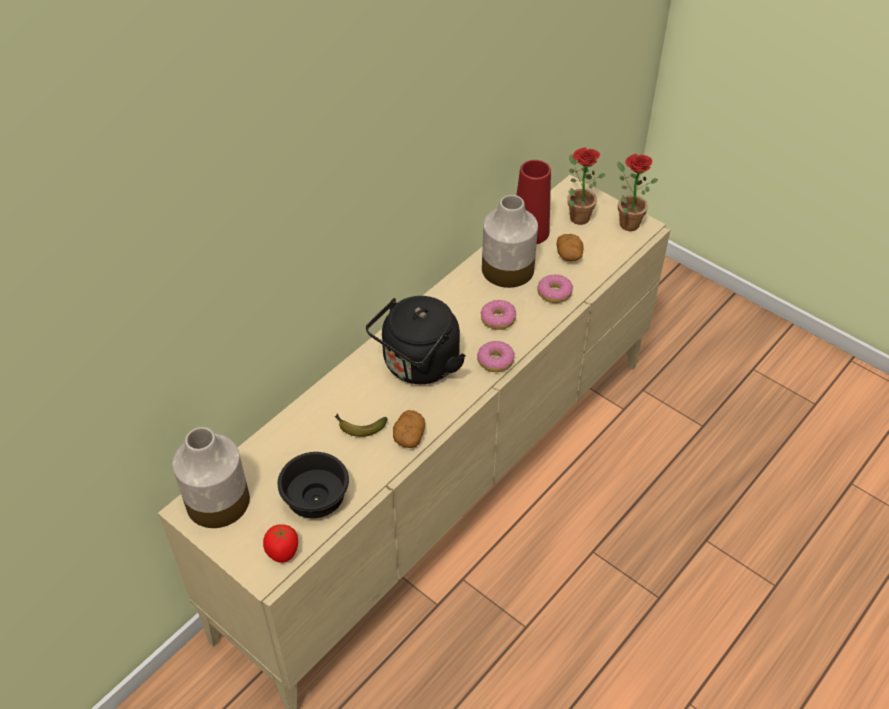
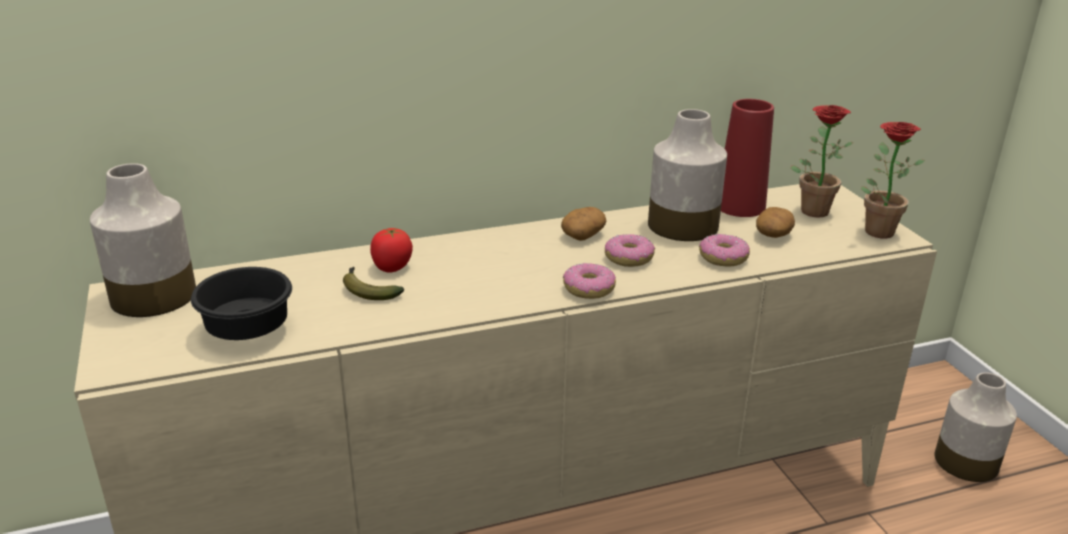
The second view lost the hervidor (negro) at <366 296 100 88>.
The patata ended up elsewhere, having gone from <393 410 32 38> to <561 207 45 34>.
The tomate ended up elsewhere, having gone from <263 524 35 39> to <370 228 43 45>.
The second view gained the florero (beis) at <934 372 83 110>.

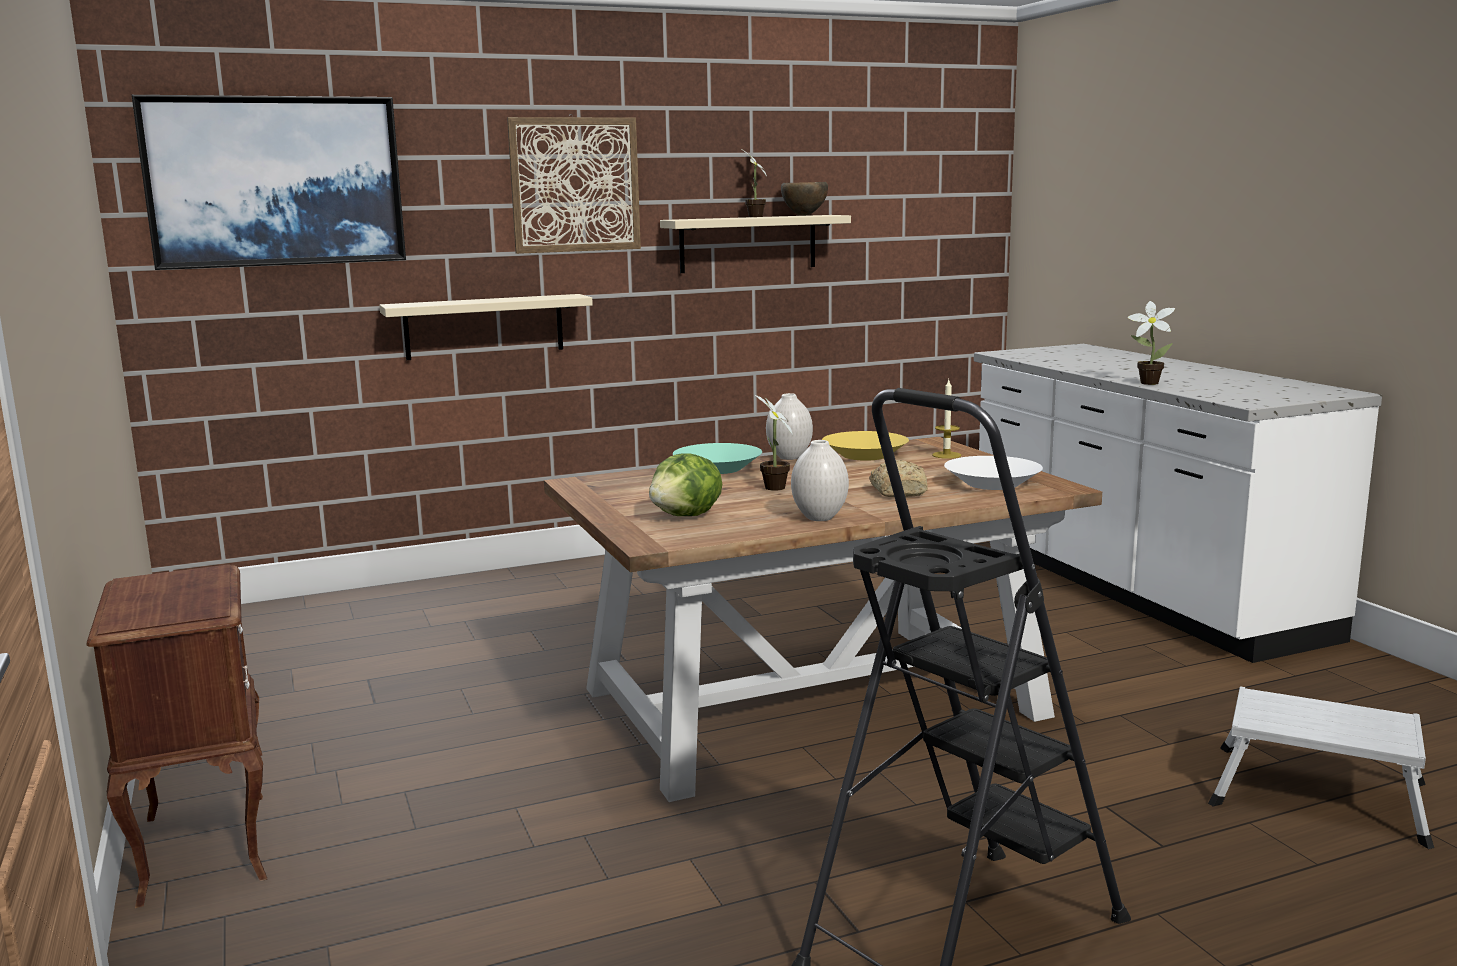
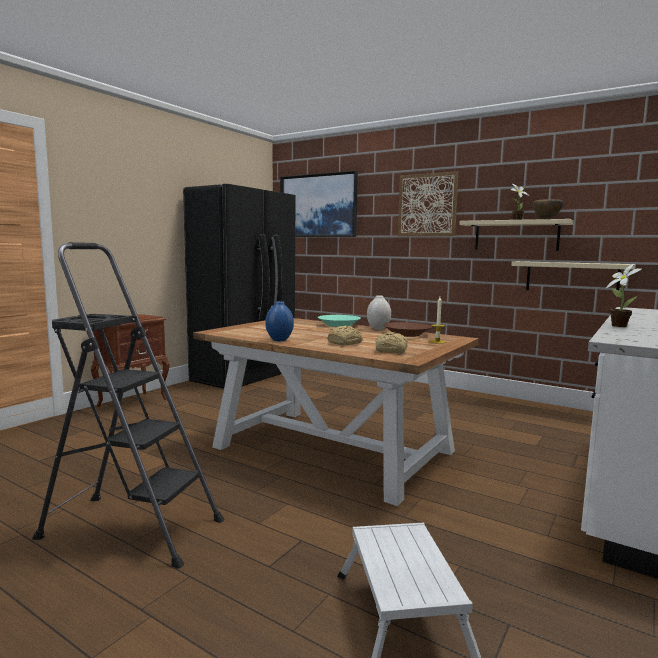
The estante (beis) ended up elsewhere, having gone from <379 294 214 66> to <511 261 125 29>.
The second view lost the planta en maceta at <755 395 38 96>.
What was the cuenco (amarillo) at <822 431 87 30> turned into the cuenco (marrón) at <384 322 48 15>.
What was the florero (blanco) at <791 440 58 81> turned into the florero (azul) at <265 301 29 40>.
The second view lost the lechuga at <649 453 73 63>.
Where the cuenco (blanco) stood at <944 456 99 34>, the pan came to stand at <375 332 32 22>.
The second view gained the nevera (negro) at <183 184 113 205>.

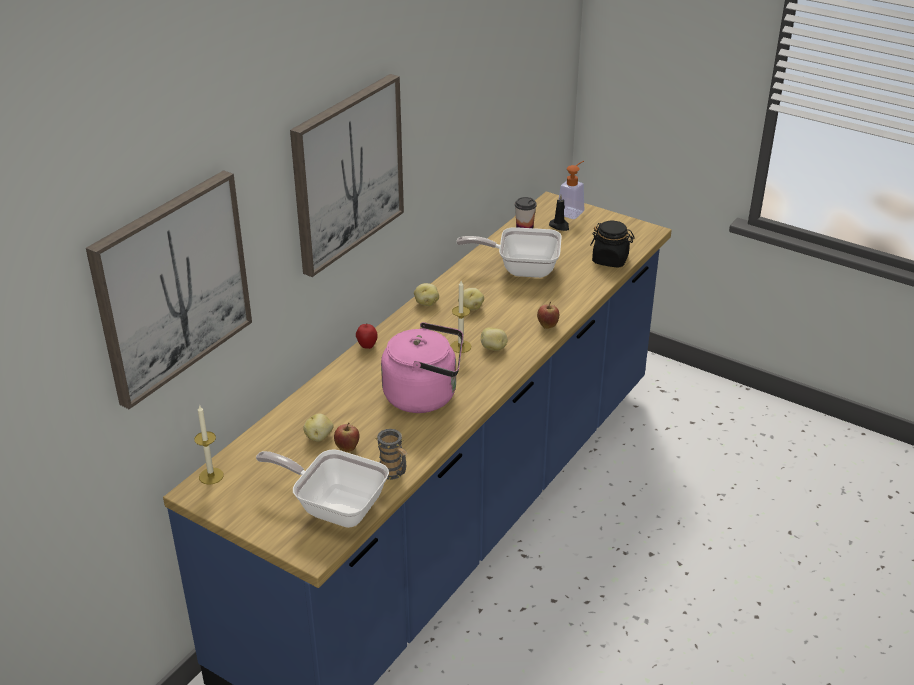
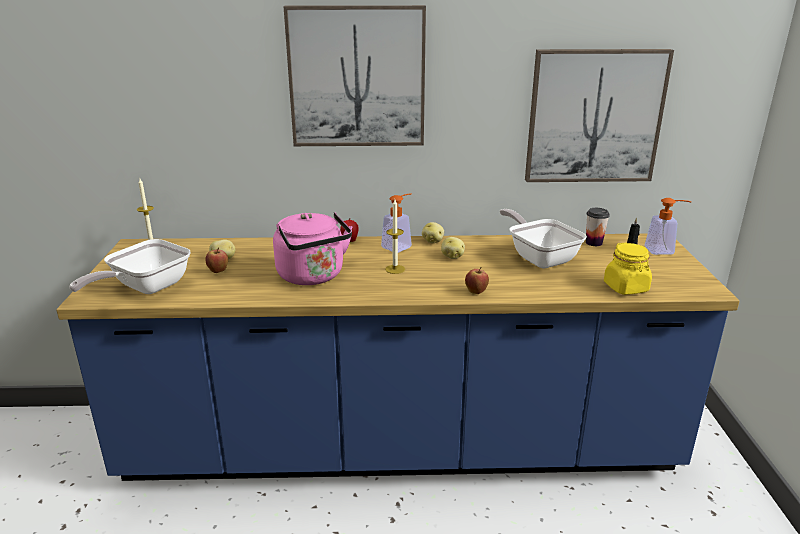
The cuadro ended up elsewhere, having gone from <86 170 166 239> to <525 49 149 133>.
What was the tarro (negro) at <590 221 45 47> turned into the tarro (amarillo) at <604 242 48 53>.
The second view lost the patata at <481 327 27 24>.
The second view lost the taza grande at <375 429 32 51>.
The sartén at <256 449 133 79> ended up facing another way, 135 degrees counterclockwise from before.
The second view gained the dispensador de jabón at <381 193 31 60>.

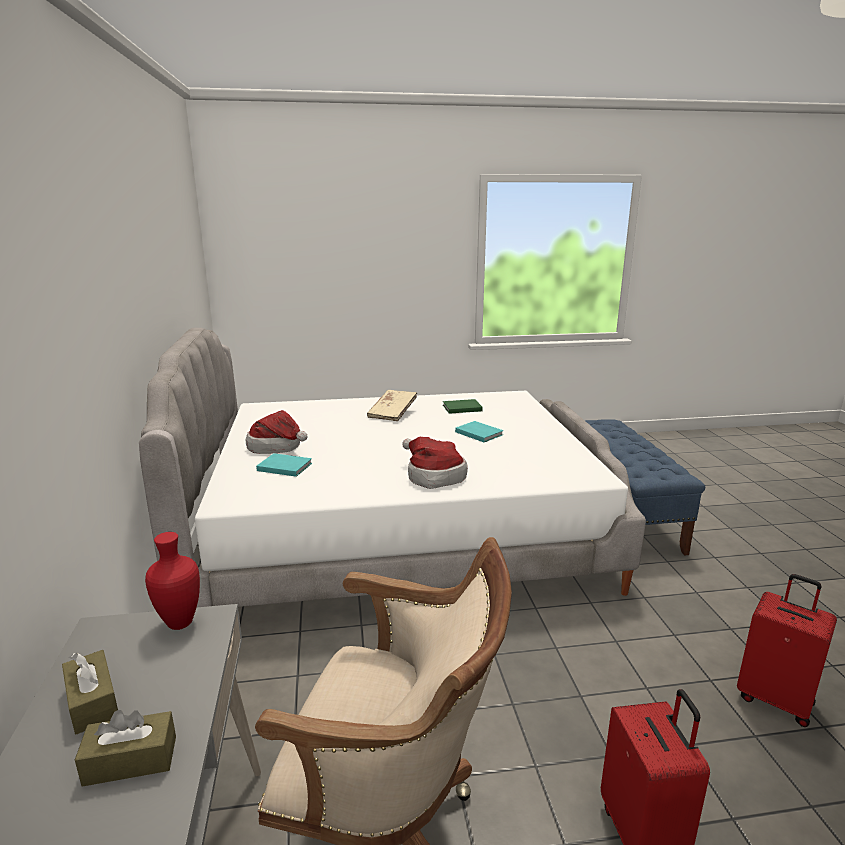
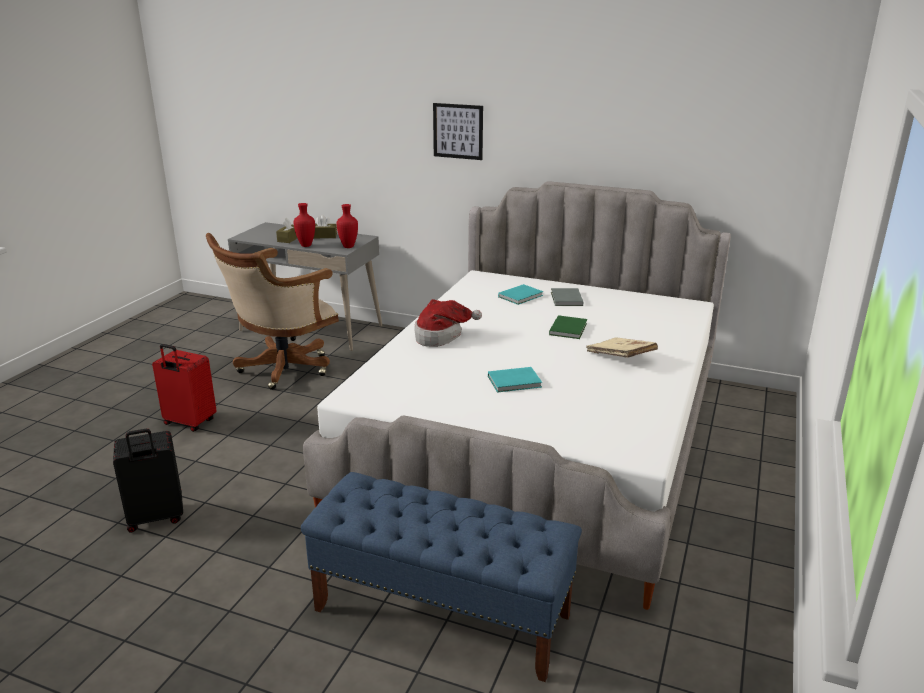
The libro (verde) ended up elsewhere, having gone from <443 399 40 15> to <549 315 38 24>.
Where the sombrero stood at <246 410 61 44>, the libro (gris) came to stand at <551 288 32 18>.
What was the maleta (rojo) at <737 574 100 153> turned into the maleta (negro) at <113 429 70 104>.
The second view gained the cuadro at <433 103 50 57>.
The second view gained the florero (rojo) at <294 203 21 44>.

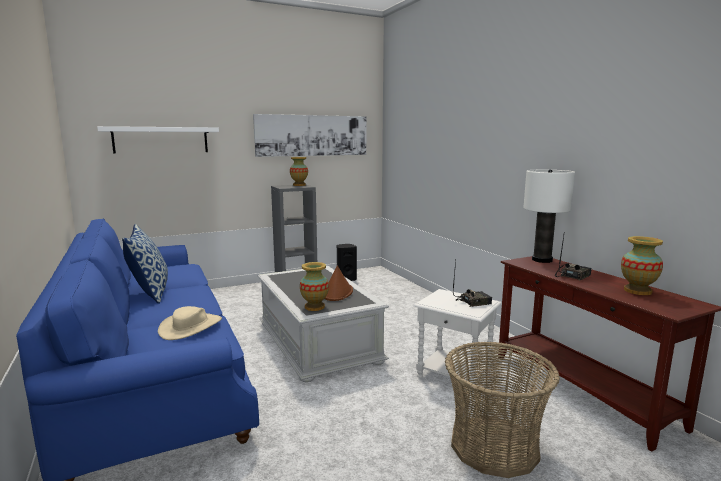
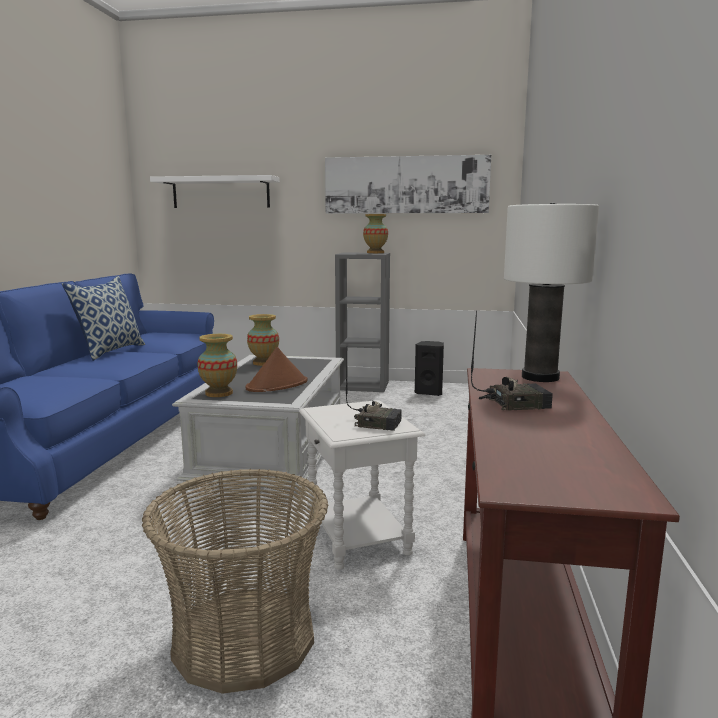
The florero ended up elsewhere, having gone from <621 236 42 59> to <247 314 32 52>.
The second view lost the sombrero (beis) at <158 306 64 34>.

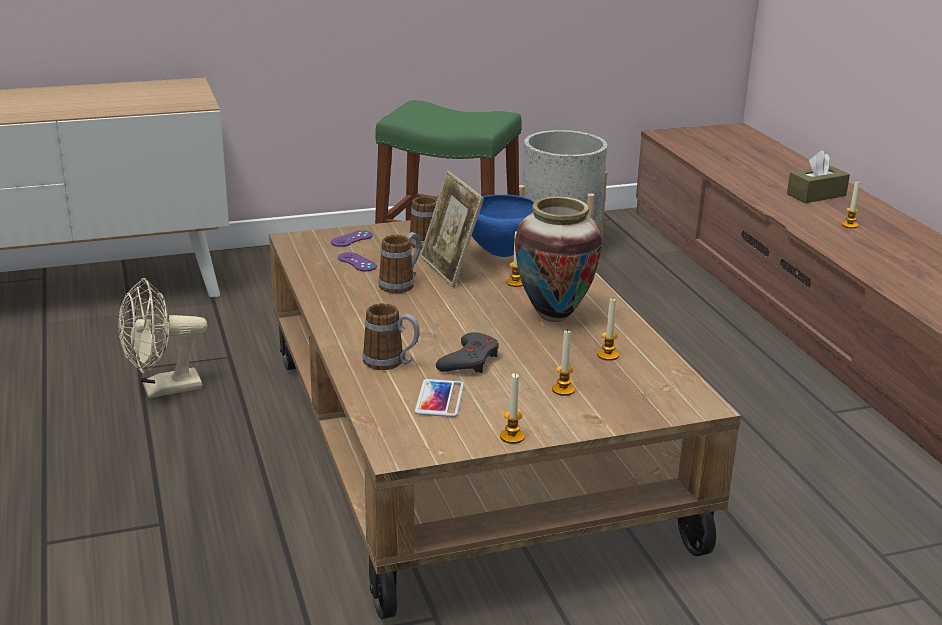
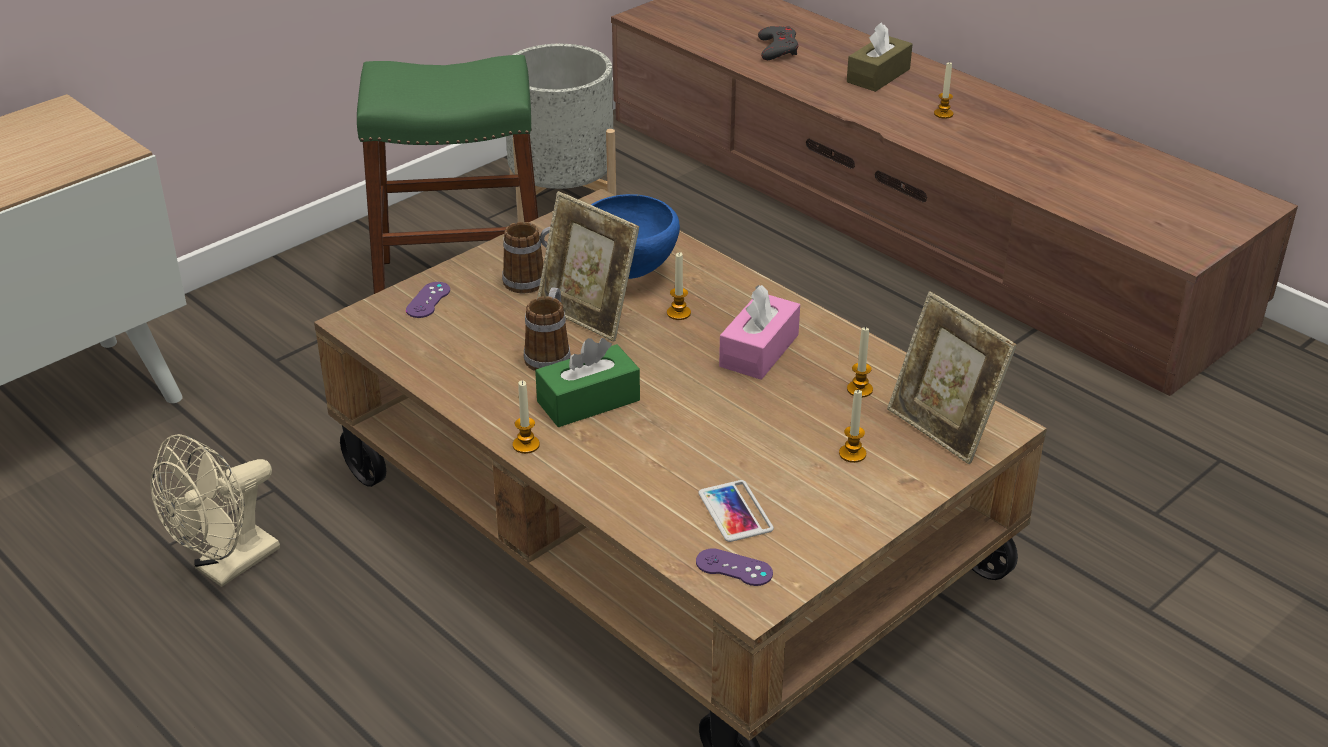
Where the florero stood at <515 196 87 126>, the caja de pañuelos (rosa) came to stand at <719 285 81 95>.
The mando de consola (morado) ended up elsewhere, having gone from <338 252 39 19> to <696 548 77 38>.
The second view lost the taza grande at <362 303 58 67>.
The mando de consola (gris) ended up elsewhere, having gone from <436 332 63 41> to <758 26 41 34>.
The vela ended up elsewhere, having gone from <500 373 25 71> to <513 380 27 74>.
The second view gained the portarretratos at <887 292 130 172>.
The second view gained the caja de pañuelos (verde) at <535 338 105 89>.

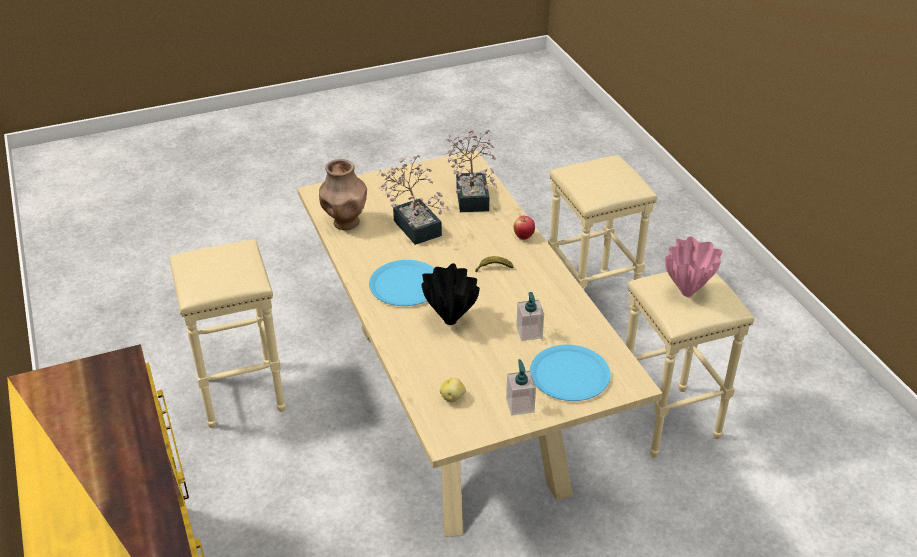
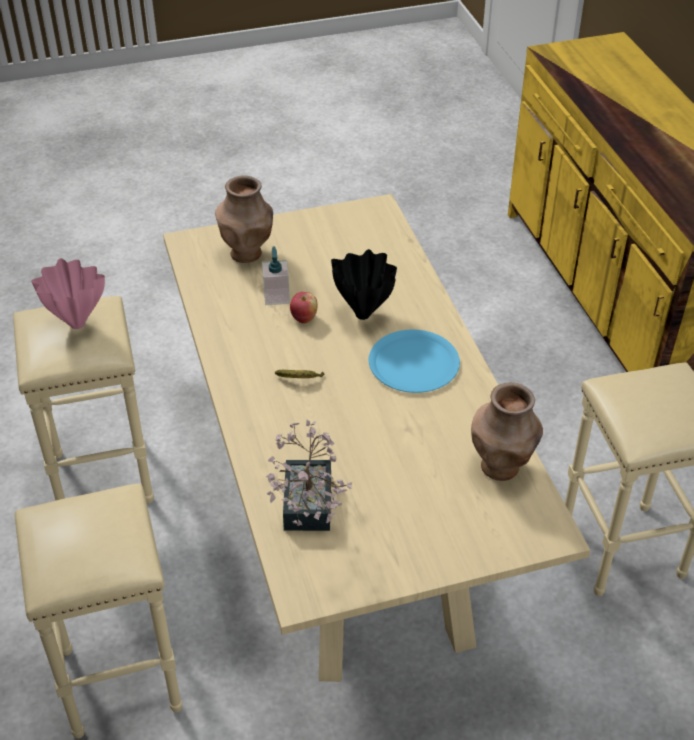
The second view lost the planta en maceta at <377 155 73 90>.
The manzana ended up elsewhere, having gone from <514 216 21 24> to <290 292 27 32>.
Where the plato (azul) stood at <530 345 81 56>, the florero (marrón) came to stand at <215 175 58 88>.
The second view lost the dispensador de jabón at <506 359 30 56>.
The second view lost the patata at <440 378 26 24>.

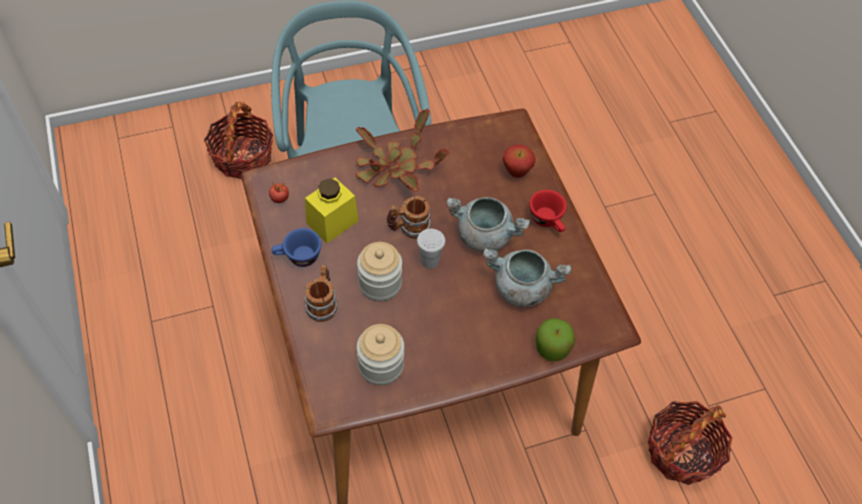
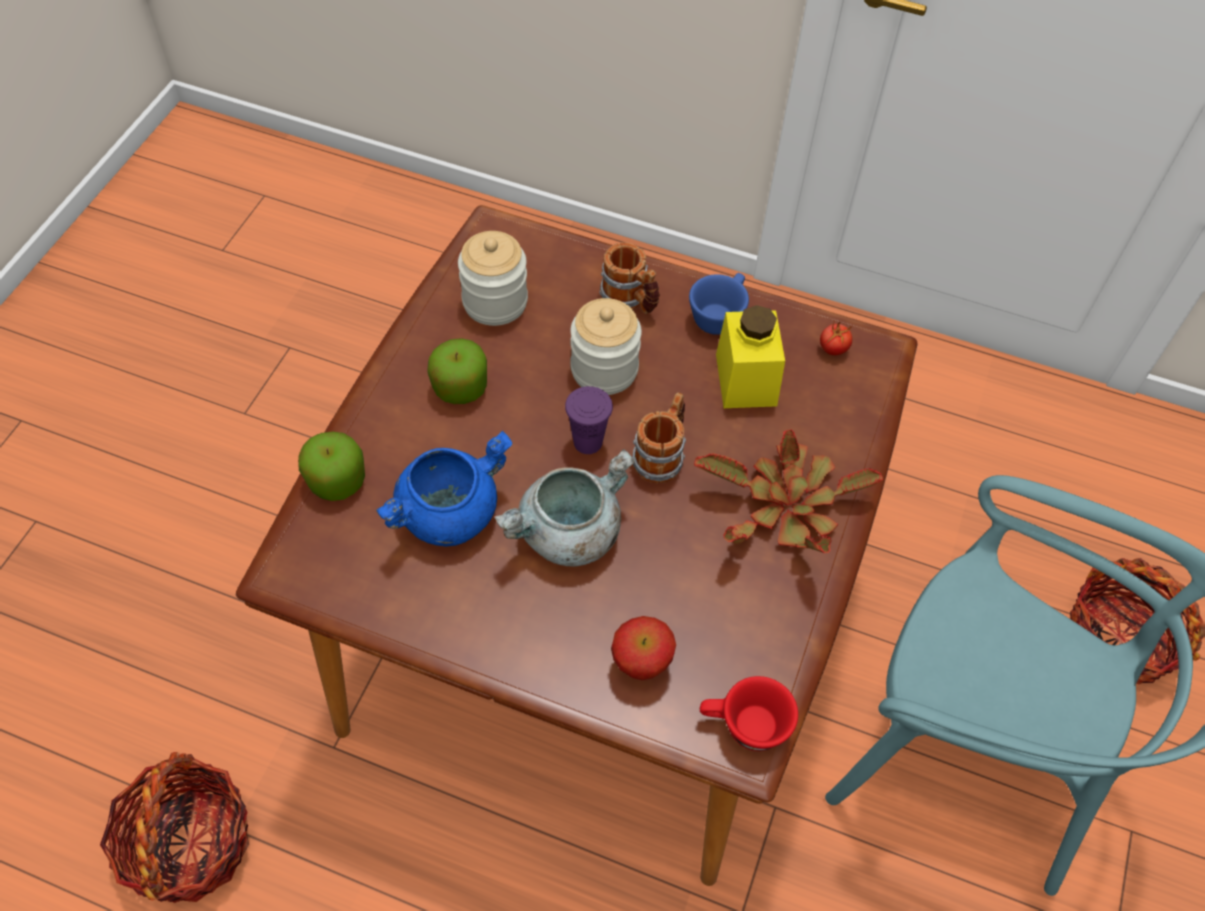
The taza (rojo) ended up elsewhere, having gone from <530 190 37 42> to <700 676 98 75>.
What was the taza (blanco) at <417 229 28 40> turned into the taza (morado) at <565 386 48 68>.
What was the olla (gris) at <483 248 88 59> turned into the olla (azul) at <376 431 136 116>.
The second view gained the manzana at <427 338 60 66>.

